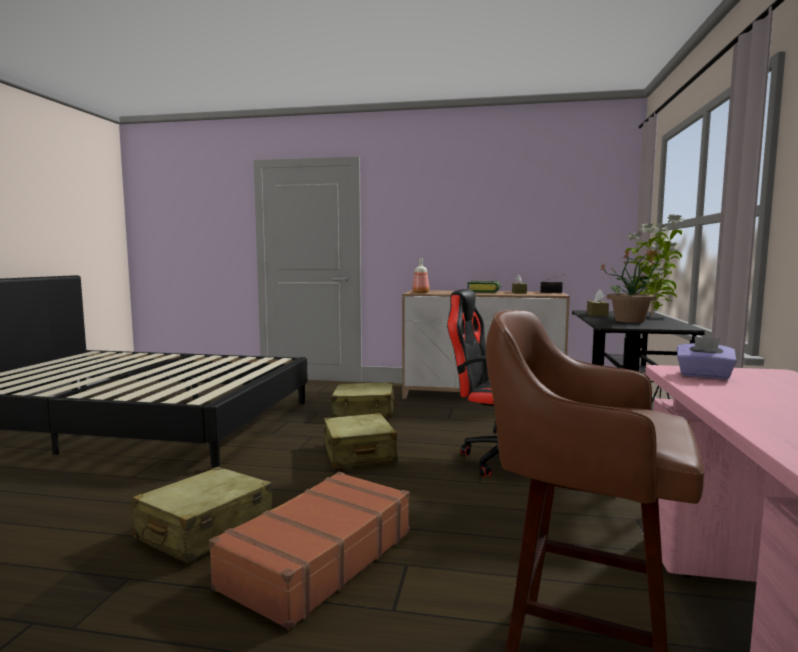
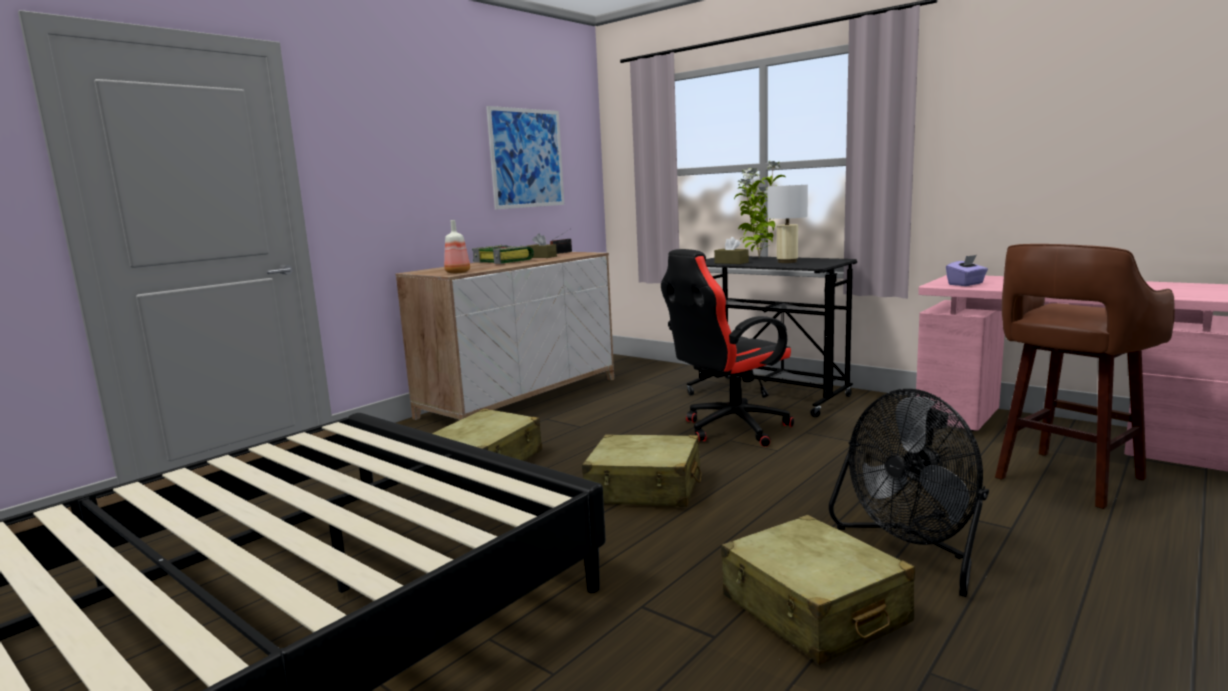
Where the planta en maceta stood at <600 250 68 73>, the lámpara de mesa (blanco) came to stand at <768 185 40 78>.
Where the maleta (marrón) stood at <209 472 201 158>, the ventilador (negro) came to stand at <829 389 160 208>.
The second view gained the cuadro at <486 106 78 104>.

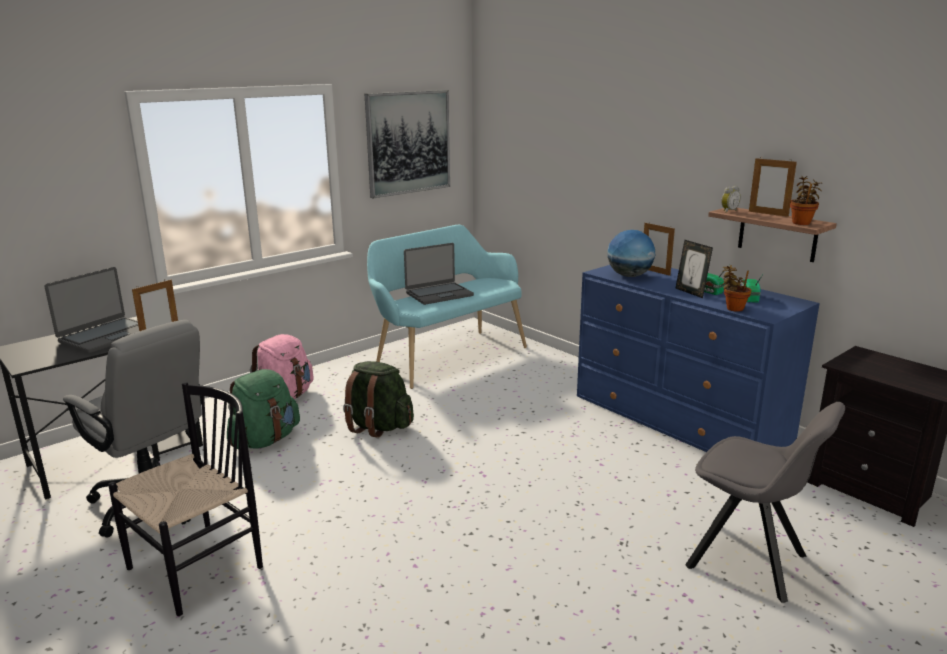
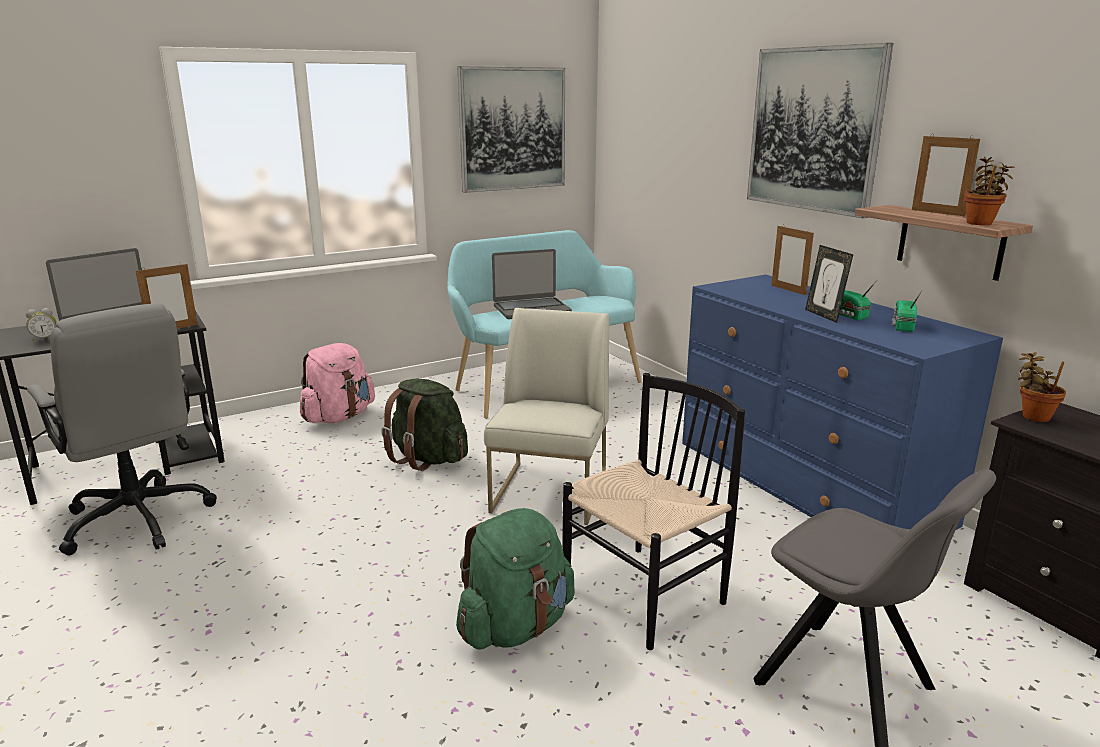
The despertador ended up elsewhere, having gone from <721 186 19 27> to <26 308 30 34>.
The second view lost the globo terráqueo at <608 230 47 47>.
The planta en maceta ended up elsewhere, having gone from <722 265 29 47> to <1018 352 48 70>.
The mochila (verde) ended up elsewhere, having gone from <227 369 73 80> to <456 508 119 142>.
The silla (negro) ended up elsewhere, having gone from <108 382 155 234> to <563 373 182 277>.
The second view gained the cuadro at <747 43 146 175>.
The second view gained the silla (blanco) at <484 308 125 217>.

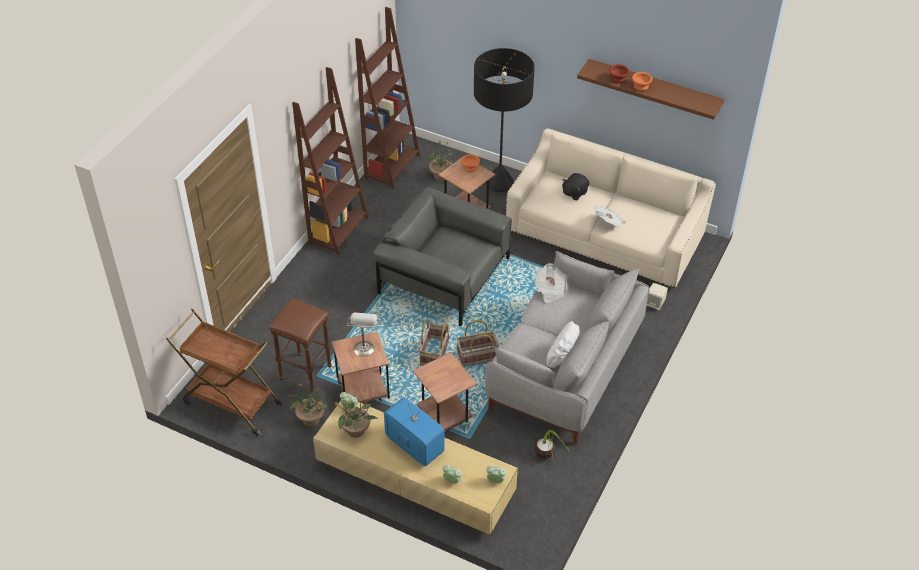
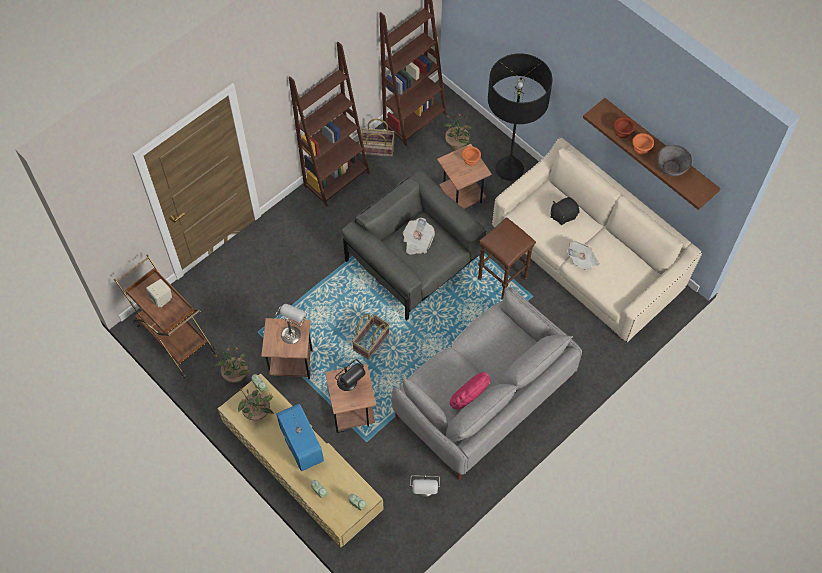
The periódico ended up elsewhere, having gone from <534 263 34 40> to <403 218 32 36>.
The altavoz (beis) ended up elsewhere, having gone from <647 283 21 27> to <146 279 26 28>.
The taburete (marrón) ended up elsewhere, having gone from <269 298 63 94> to <478 217 58 83>.
The cesta ended up elsewhere, having gone from <457 320 42 47> to <359 119 36 38>.
What was the cojín (blanco) at <546 321 34 47> turned into the cojín (rosa) at <450 372 40 37>.
Where the planta en maceta stood at <534 430 35 33>, the lámpara de mesa (blanco) came to stand at <410 475 30 22>.
The second view gained the cuenco (gris) at <657 145 35 31>.
The second view gained the lámpara de mesa (negro) at <335 359 30 32>.

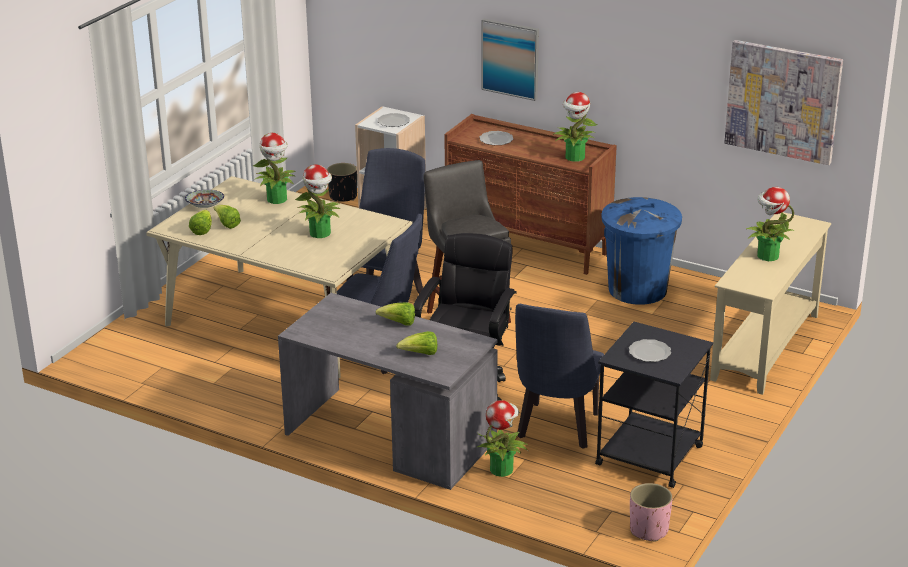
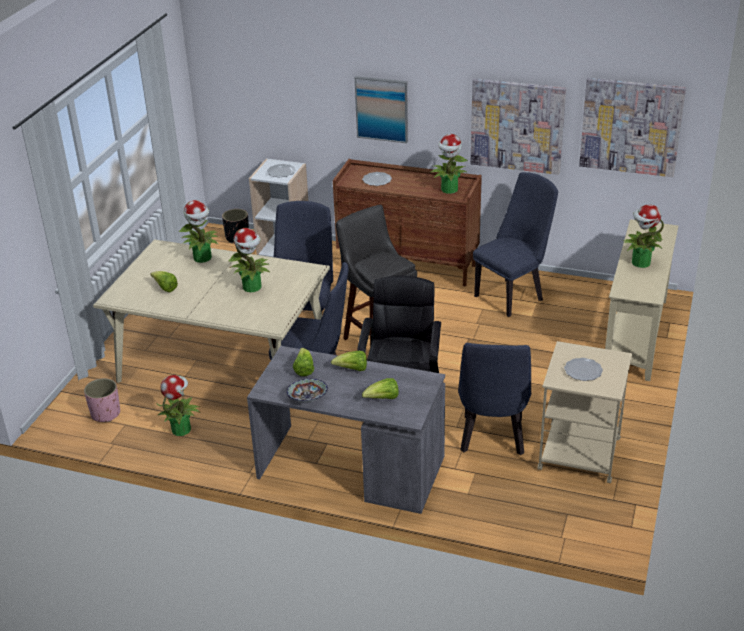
The cuenco ended up elsewhere, having gone from <185 190 39 18> to <286 379 42 23>.
Where the papelera (azul) stood at <601 197 81 108>, the silla (azul) came to stand at <473 172 85 145>.
The lechuga ended up elsewhere, having gone from <189 209 23 26> to <293 348 21 28>.
What was the carrito (negro) at <595 322 118 166> turned into the carrito (beis) at <537 341 95 142>.
The planta en maceta ended up elsewhere, having gone from <476 400 52 77> to <156 375 45 61>.
The maceta (rosa) ended up elsewhere, having gone from <630 483 43 58> to <84 378 36 44>.
The second view gained the cuadro at <471 78 95 97>.

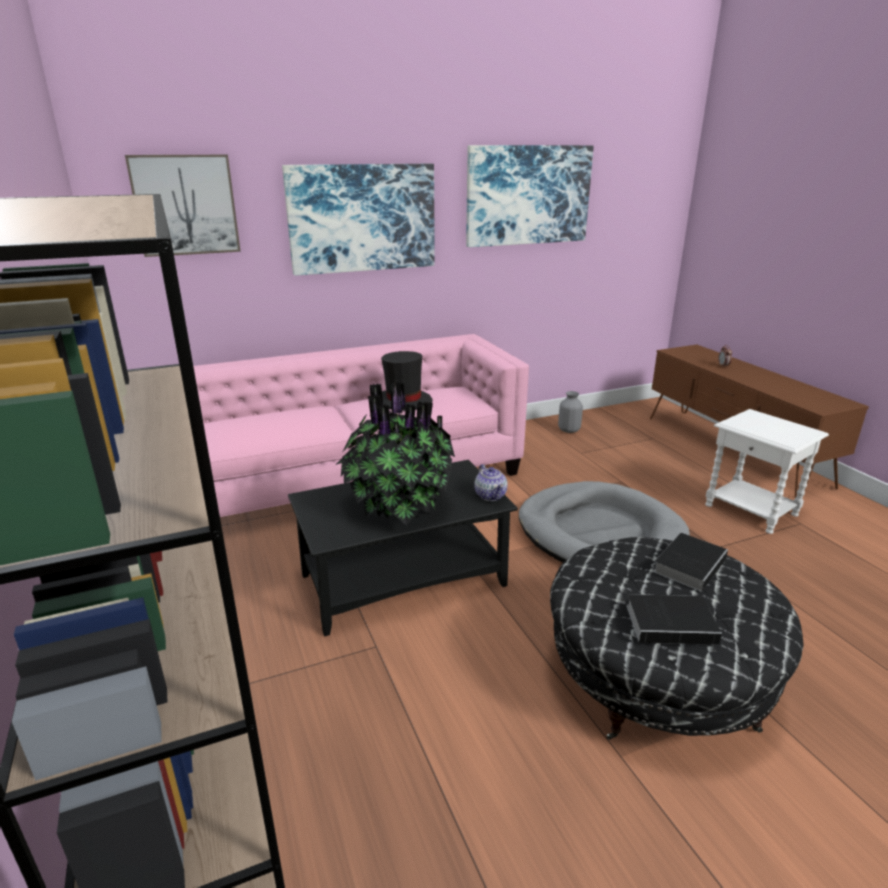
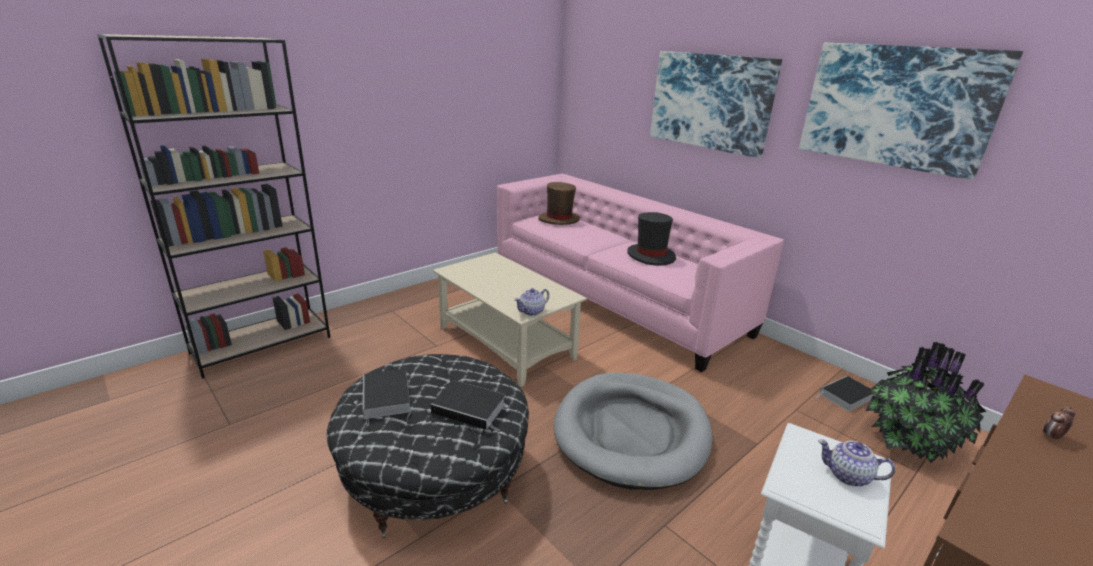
The second view lost the cuadro at <125 155 116 102>.
The planta en maceta ended up elsewhere, having gone from <336 381 119 145> to <865 342 122 121>.
Where the florero (gris) stood at <558 391 25 42>, the libro came to stand at <817 376 57 35>.
What was the mesa de centro (negro) at <288 460 230 176> turned into the mesa de centro (beis) at <433 252 154 135>.
The second view gained the sombrero (marrón) at <538 182 42 43>.
The second view gained the tetera at <818 439 77 48>.

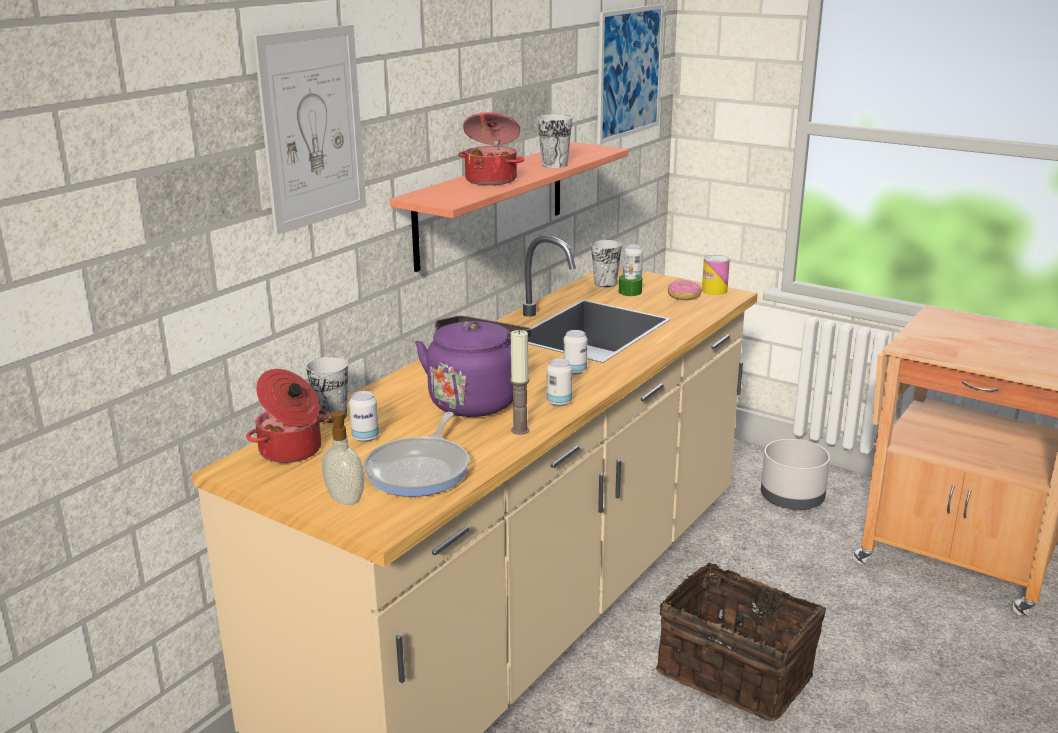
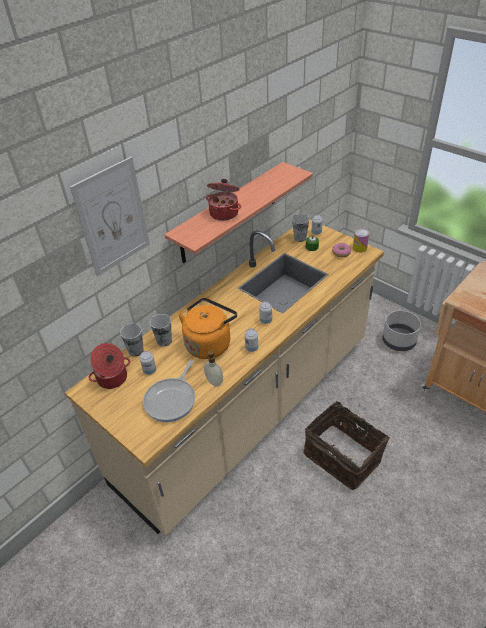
The second view lost the cuadro at <597 4 67 140>.
The taza ended up elsewhere, having gone from <537 114 36 54> to <150 314 22 33>.
What was the hervidor (morado) at <415 316 116 101> turned into the hervidor (naranja) at <178 298 59 61>.
The second view lost the vela at <510 330 19 105>.
The dispensador de jabón ended up elsewhere, having gone from <322 410 42 95> to <204 350 19 37>.

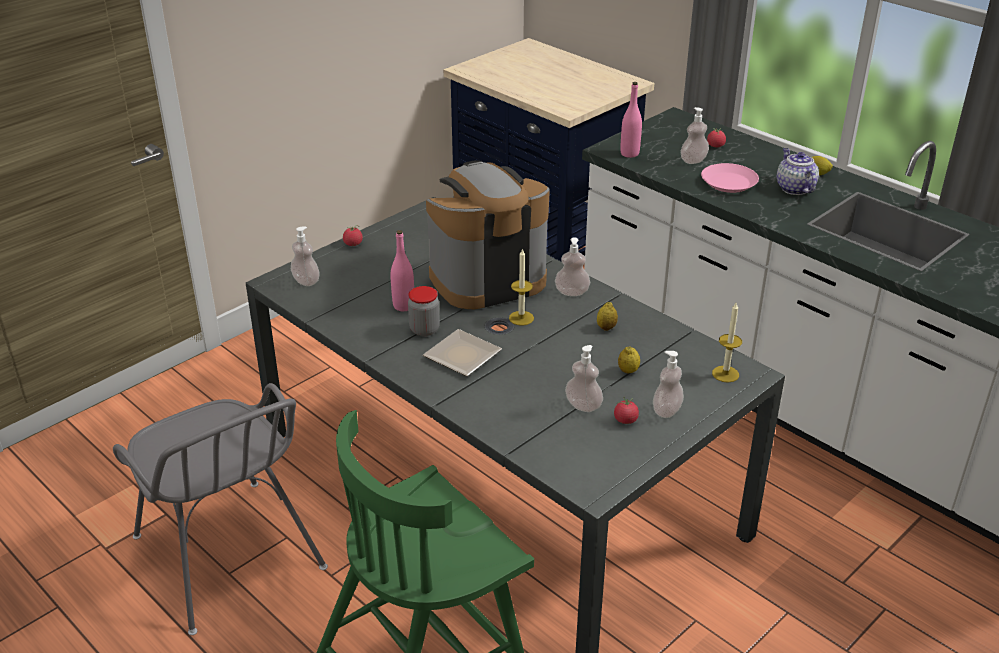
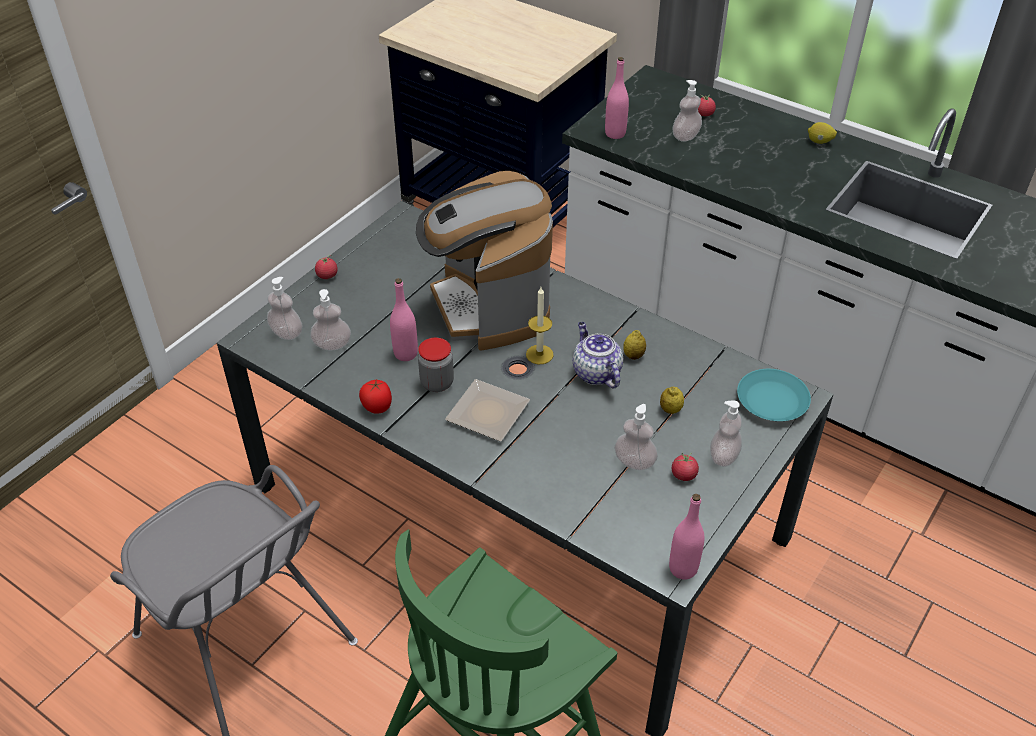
The tetera ended up elsewhere, having gone from <777 148 42 47> to <573 322 50 67>.
The cafetera at <426 160 124 149> ended up facing another way, 75 degrees counterclockwise from before.
The second view lost the plato (rosa) at <701 163 58 30>.
The dispensador de jabón ended up elsewhere, having gone from <555 237 36 59> to <310 289 41 61>.
Where the vela stood at <712 303 30 80>, the plato (turquesa) came to stand at <737 369 74 52>.
The second view gained the tomate at <359 380 33 34>.
The second view gained the botella (rosa) at <669 494 36 86>.

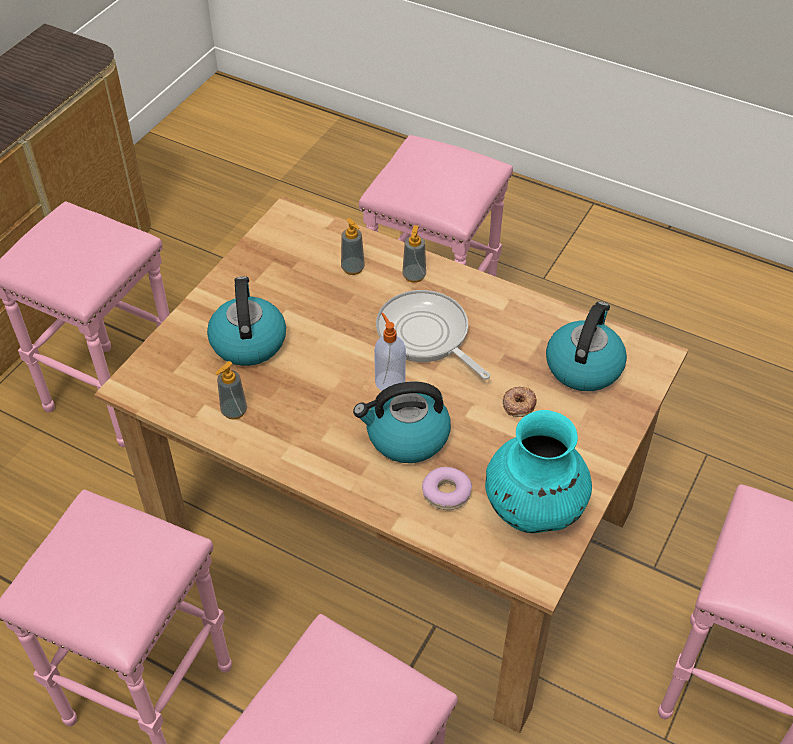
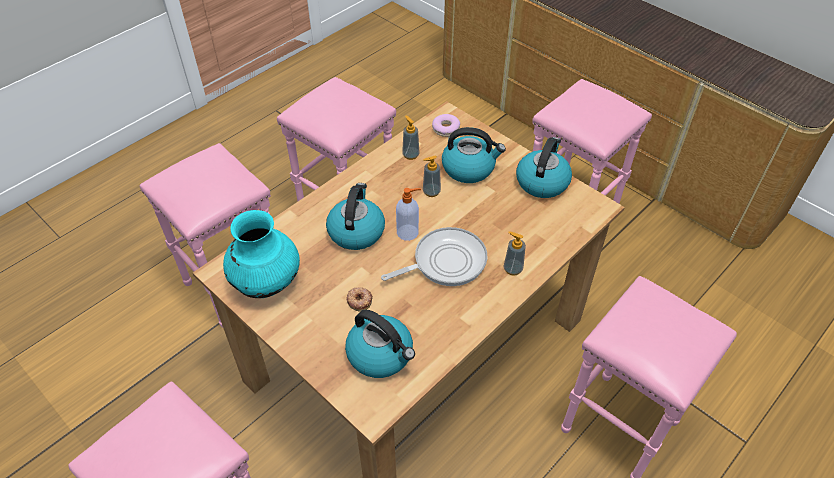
The dispensador de jabón ended up elsewhere, having gone from <341 218 24 57> to <423 156 18 41>.
The rosquilla ended up elsewhere, having gone from <422 467 50 43> to <432 114 28 23>.
The second view gained the hervidor at <516 137 56 61>.

